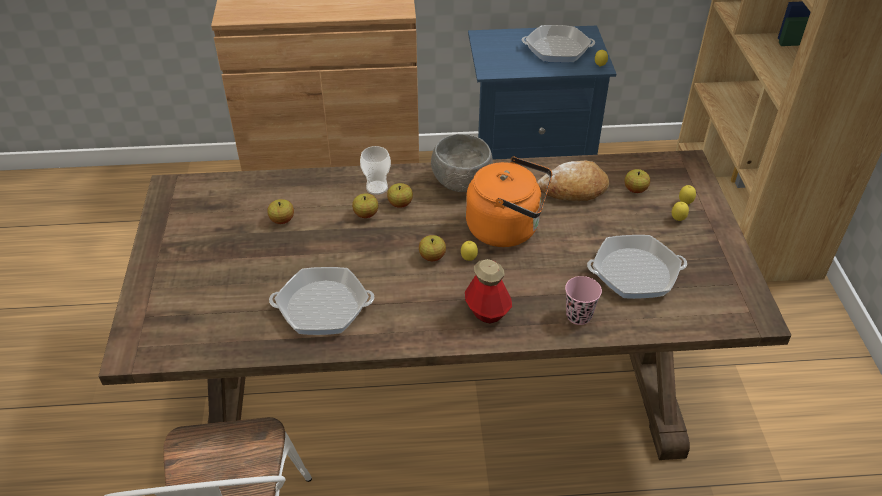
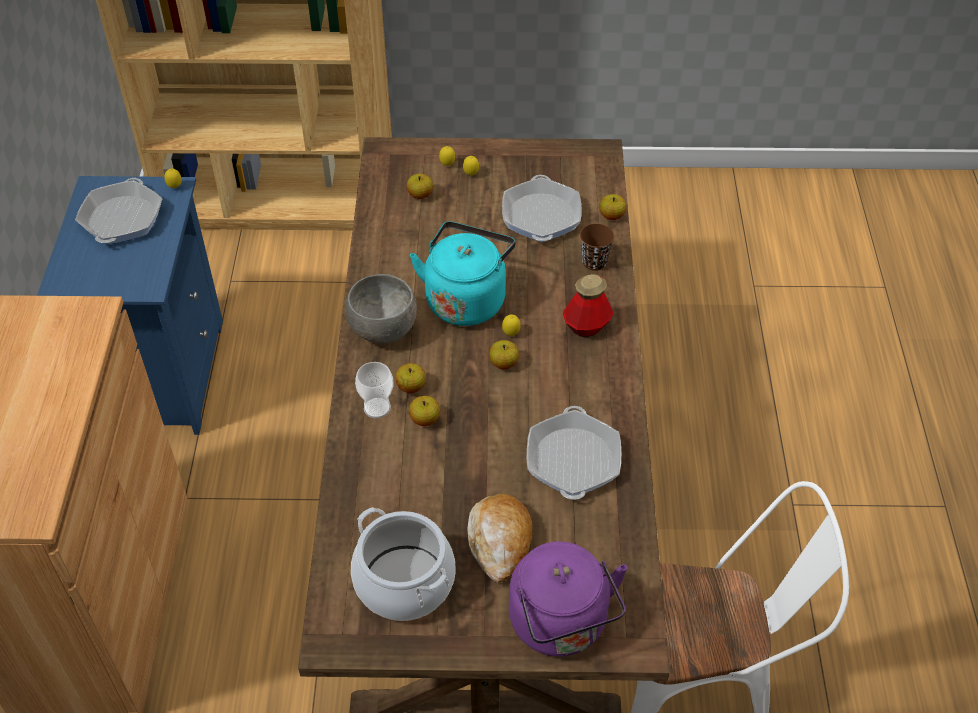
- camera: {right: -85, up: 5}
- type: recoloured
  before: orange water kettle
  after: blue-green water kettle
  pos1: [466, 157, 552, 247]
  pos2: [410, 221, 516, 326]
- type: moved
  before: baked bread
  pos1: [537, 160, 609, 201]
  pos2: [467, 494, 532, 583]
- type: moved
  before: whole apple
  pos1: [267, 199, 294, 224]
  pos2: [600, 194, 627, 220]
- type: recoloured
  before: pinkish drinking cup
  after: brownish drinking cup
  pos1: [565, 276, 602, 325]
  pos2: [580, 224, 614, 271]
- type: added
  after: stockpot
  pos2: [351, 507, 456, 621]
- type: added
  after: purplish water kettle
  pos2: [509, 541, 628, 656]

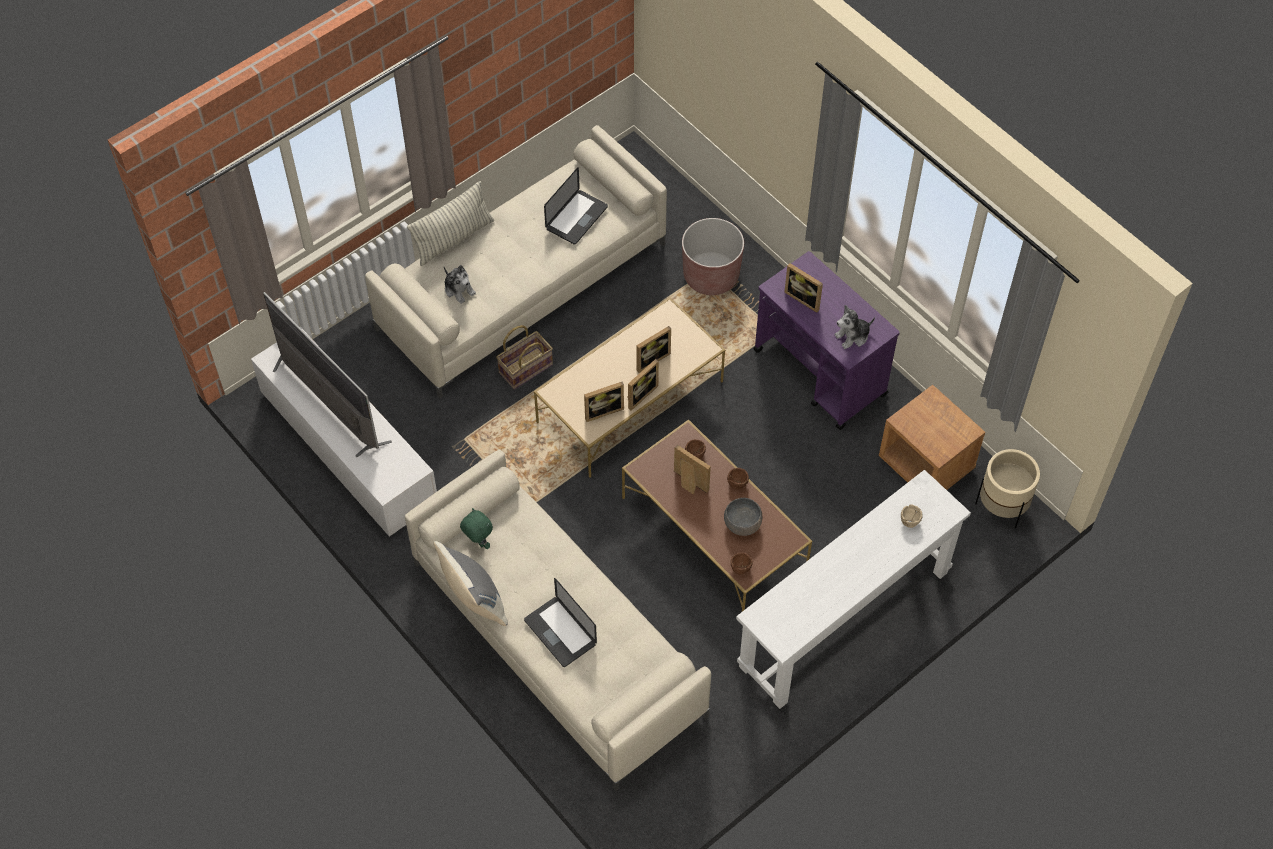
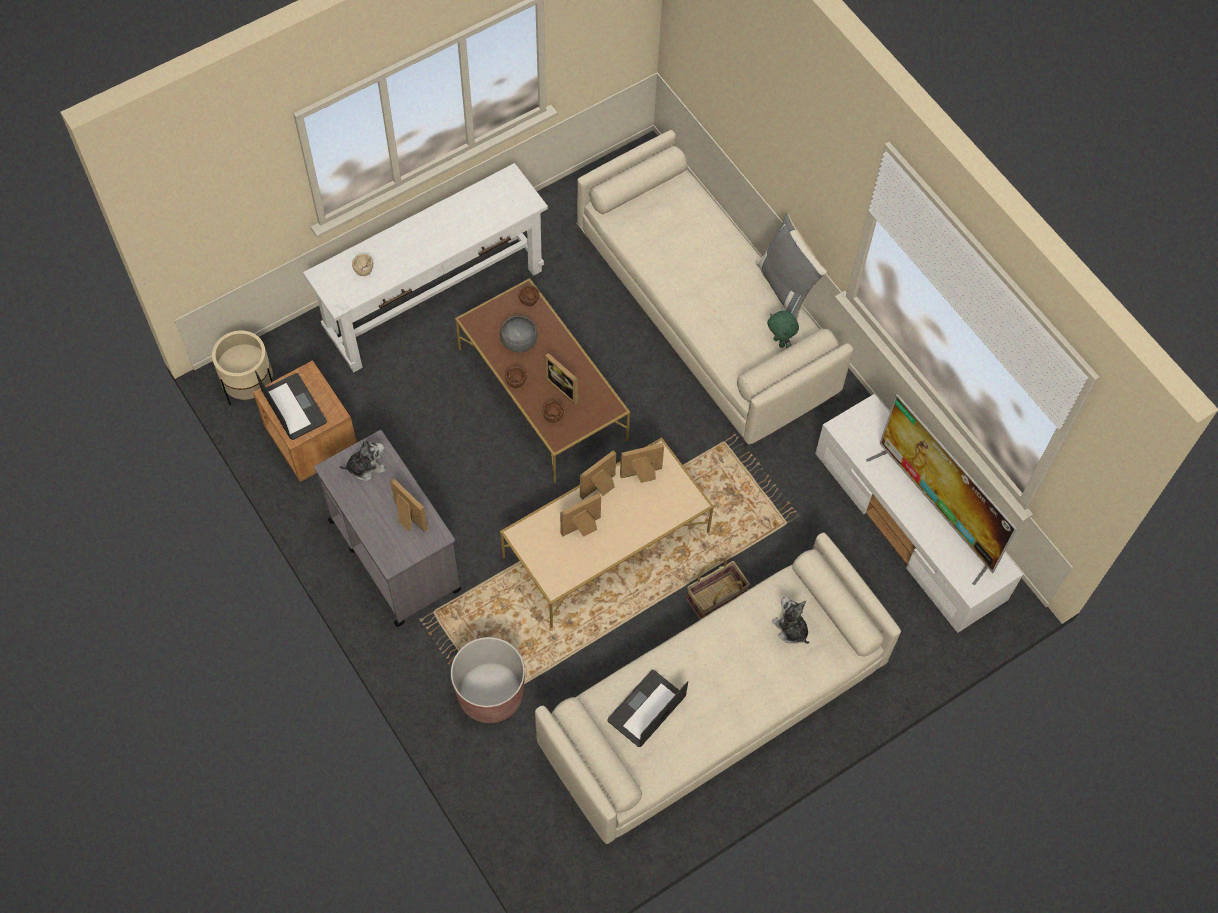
- camera: {right: -175, up: 5}
- type: removed
  before: pillow
  pos1: [407, 181, 494, 266]
- type: recoloured
  before: purplish trolley
  after: grey trolley
  pos1: [754, 251, 900, 430]
  pos2: [314, 430, 462, 627]
- type: moved
  before: notebook computer
  pos1: [524, 578, 597, 667]
  pos2: [255, 370, 327, 440]

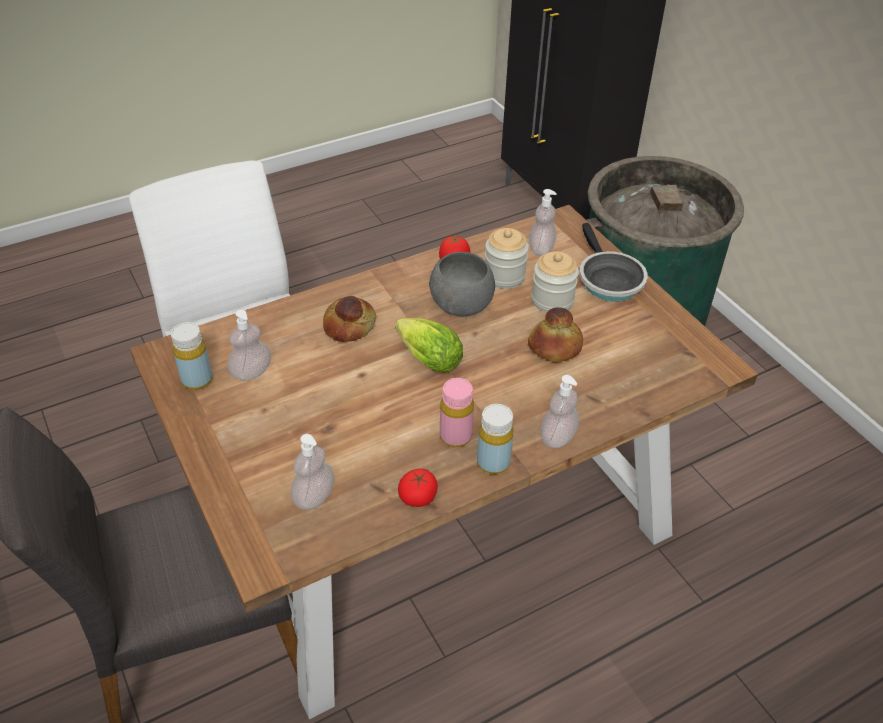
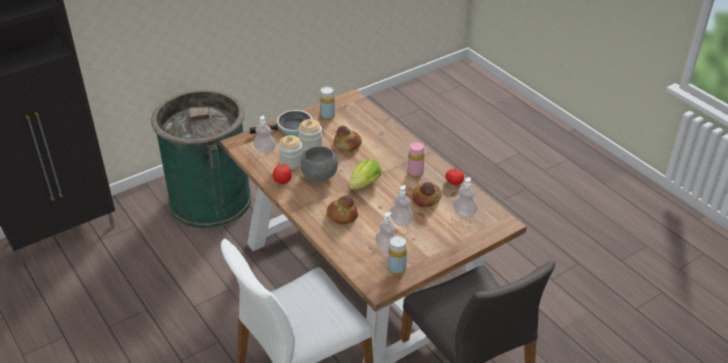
- camera: {right: -95, up: -5}
- type: moved
  before: soap bottle
  pos1: [540, 375, 579, 448]
  pos2: [390, 185, 414, 225]
- type: moved
  before: yellow-coloured drink bottle
  pos1: [477, 404, 513, 474]
  pos2: [320, 87, 335, 120]
- type: added
  after: baked bread
  pos2: [412, 182, 442, 207]

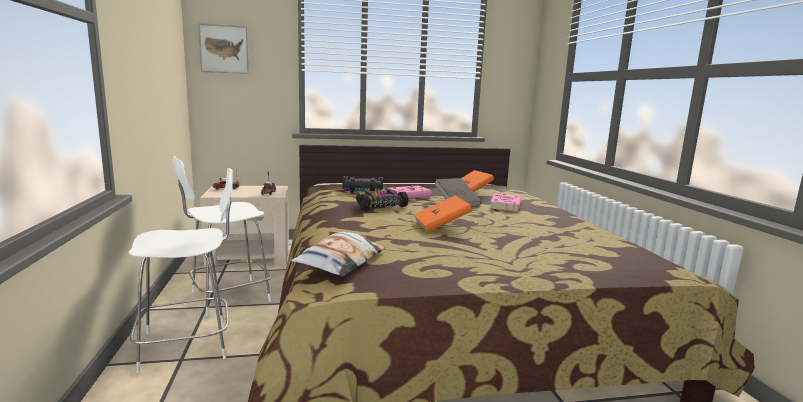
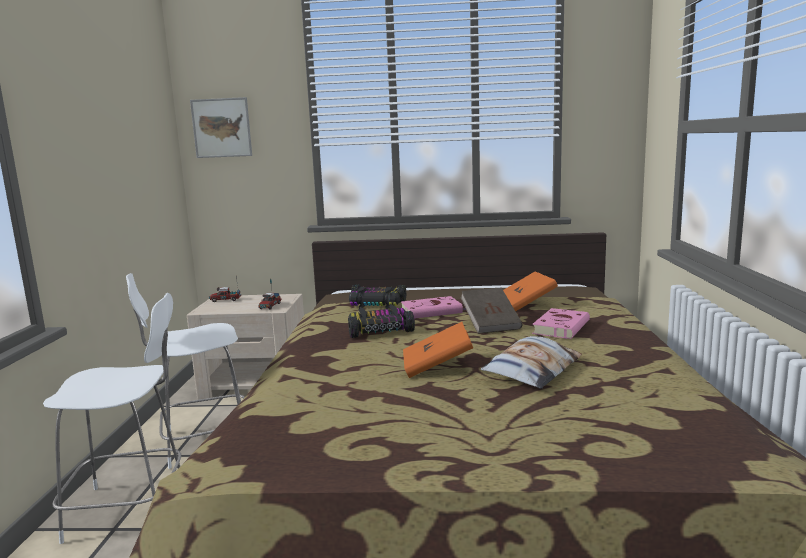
- camera: {right: 15, up: 0}
- type: moved
  before: pillow
  pos1: [291, 232, 386, 277]
  pos2: [481, 336, 582, 389]

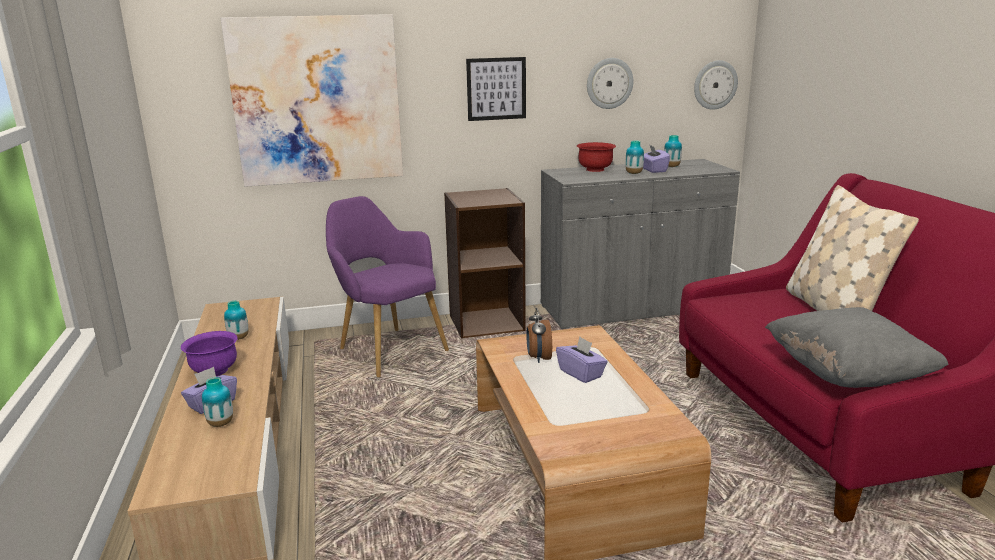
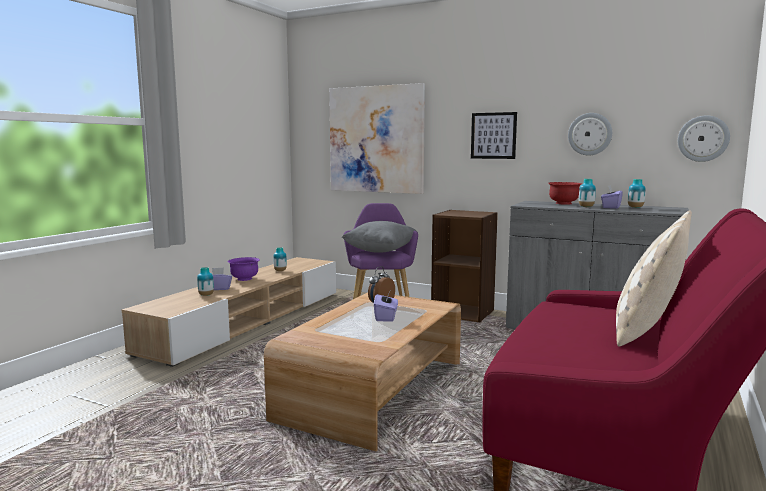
- camera: {right: 40, up: -10}
- type: moved
  before: grey pillow
  pos1: [765, 307, 949, 388]
  pos2: [342, 221, 418, 253]

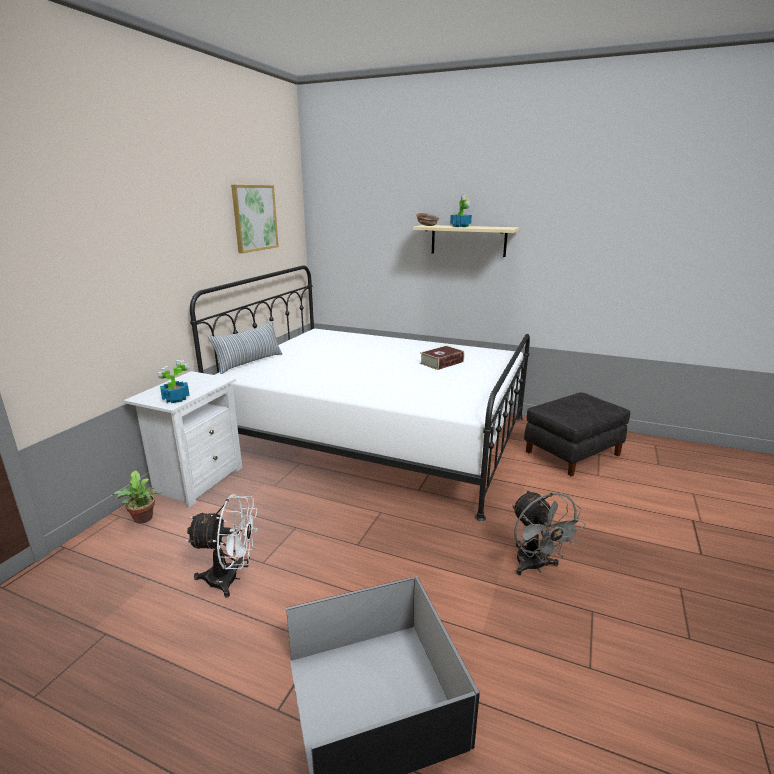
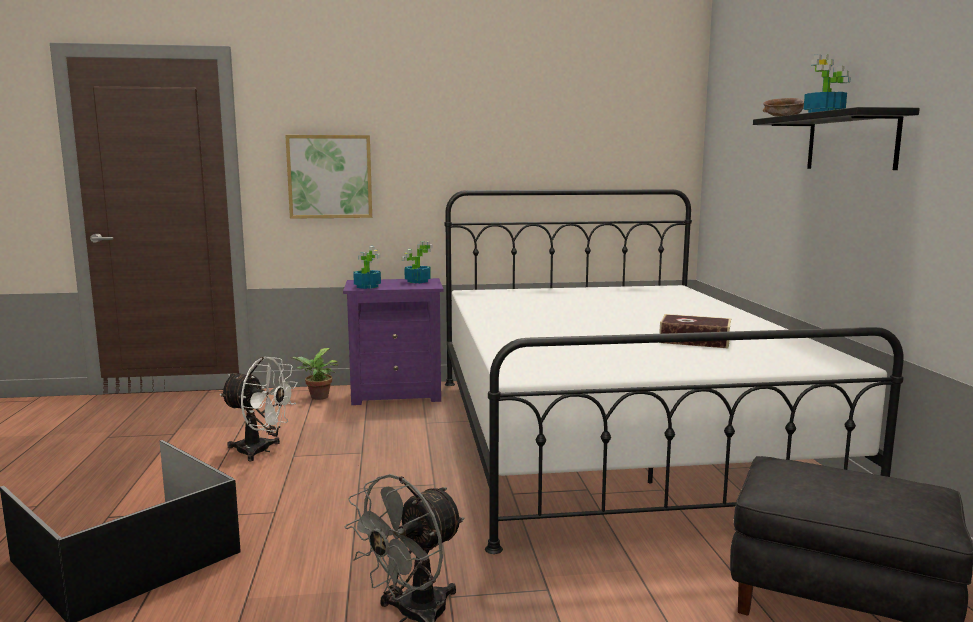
- camera: {right: 60, up: -10}
- type: moved
  before: wall art
  pos1: [231, 185, 279, 253]
  pos2: [285, 135, 372, 219]
- type: recoloured
  before: beige shelf
  after: black-coloured shelf
  pos1: [413, 225, 519, 257]
  pos2: [753, 107, 920, 170]
- type: removed
  before: pillow
  pos1: [208, 321, 282, 374]
- type: recoloured
  before: white night table
  after: purplish night table
  pos1: [123, 371, 242, 508]
  pos2: [343, 278, 443, 405]
- type: turned
  before: white fan
  pos1: [186, 494, 258, 598]
  pos2: [219, 357, 297, 461]
  turn: -45
- type: added
  after: plant in a pot
  pos2: [402, 241, 433, 283]

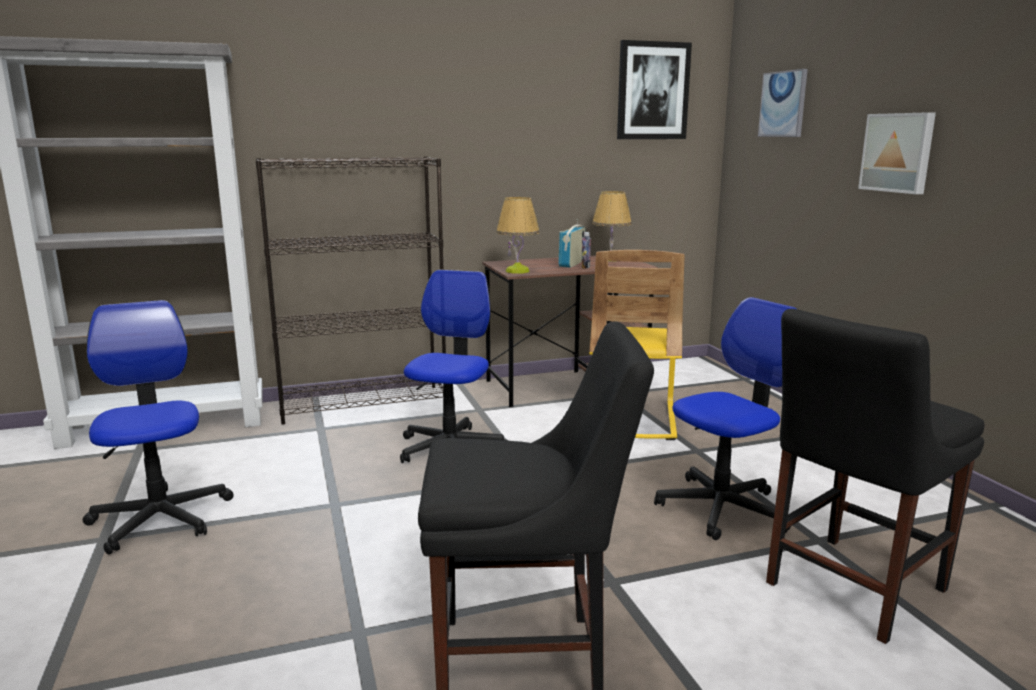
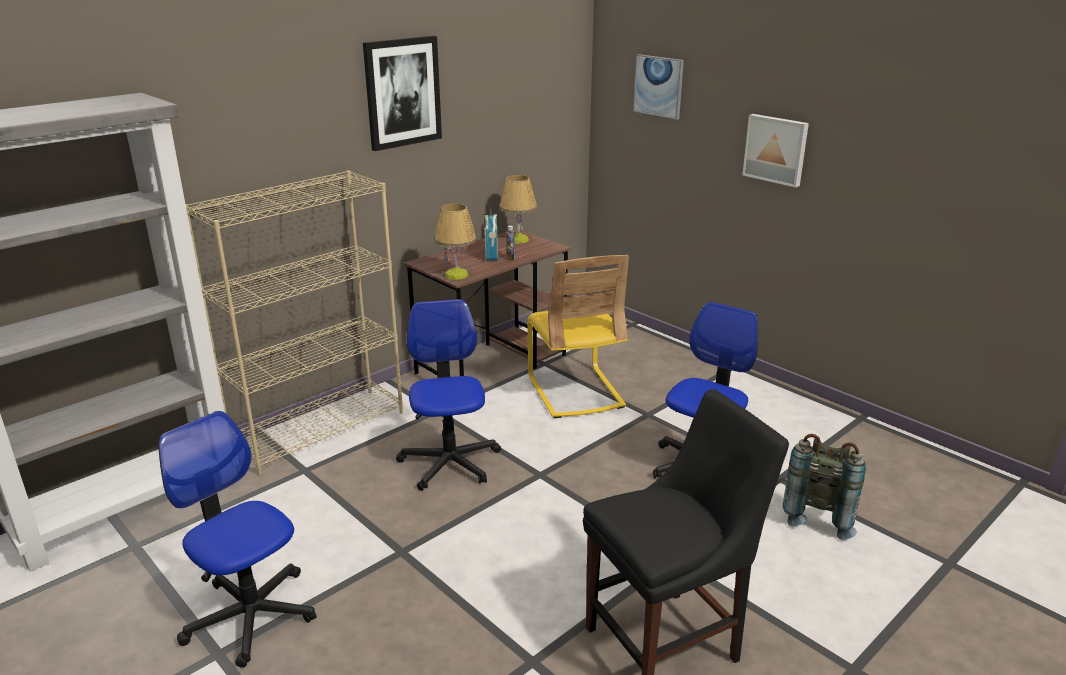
- camera: {right: -25, up: 10}
- type: moved
  before: wall art
  pos1: [617, 40, 692, 139]
  pos2: [363, 36, 442, 151]
- type: recoloured
  before: black-coloured bookshelf
  after: beige bookshelf
  pos1: [256, 156, 446, 425]
  pos2: [186, 170, 403, 475]
- type: replaced
  before: black-coloured chair
  after: grey rucksack
  pos1: [766, 309, 984, 644]
  pos2: [783, 434, 866, 540]

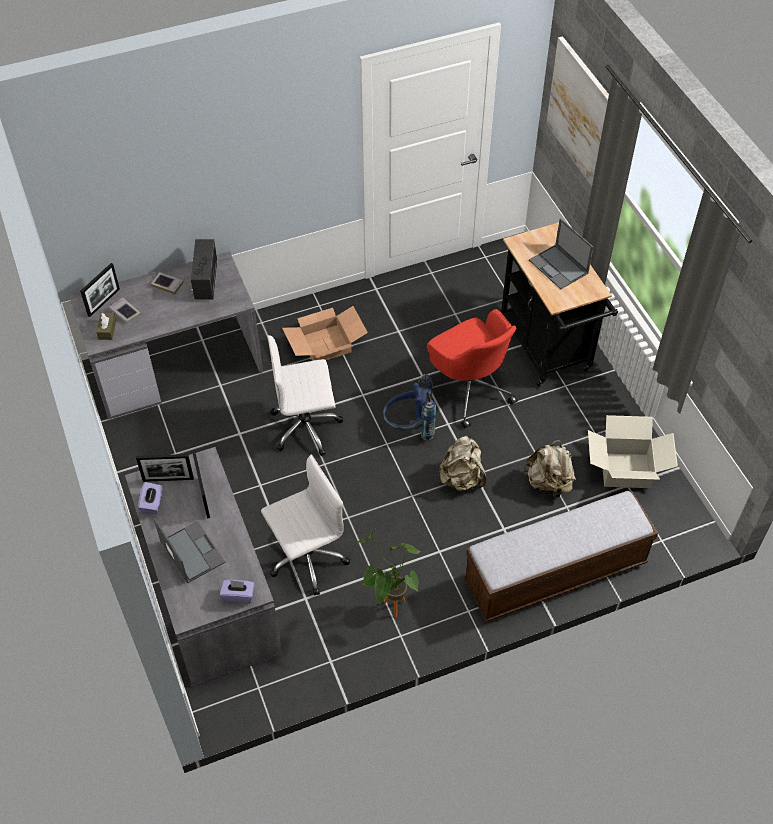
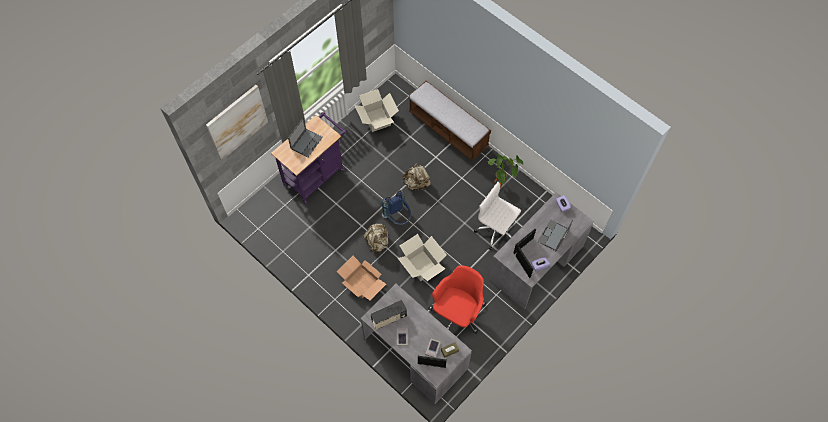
- camera: {right: -115, up: 10}
- type: recoloured
  before: black-coloured trolley
  after: purplish trolley
  pos1: [501, 222, 618, 387]
  pos2: [271, 112, 347, 204]
- type: moved
  before: red office chair
  pos1: [427, 309, 517, 428]
  pos2: [428, 265, 486, 334]
- type: replaced
  before: white office chair
  after: packing box
  pos1: [267, 335, 343, 456]
  pos2: [398, 234, 447, 281]
- type: moved
  before: beige rucksack
  pos1: [524, 440, 576, 497]
  pos2: [363, 224, 389, 255]

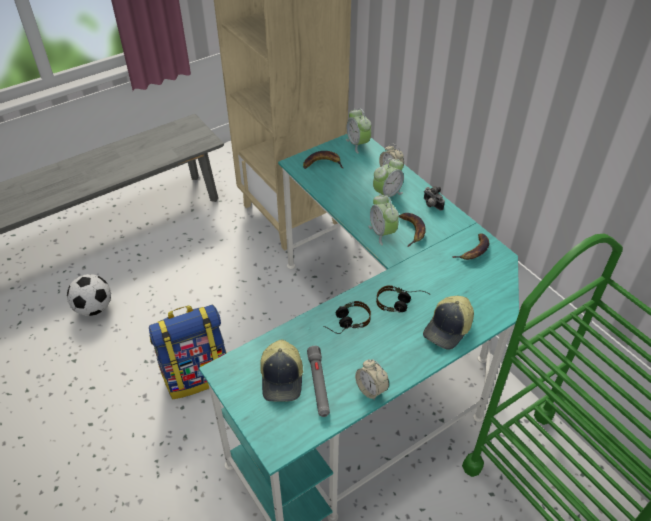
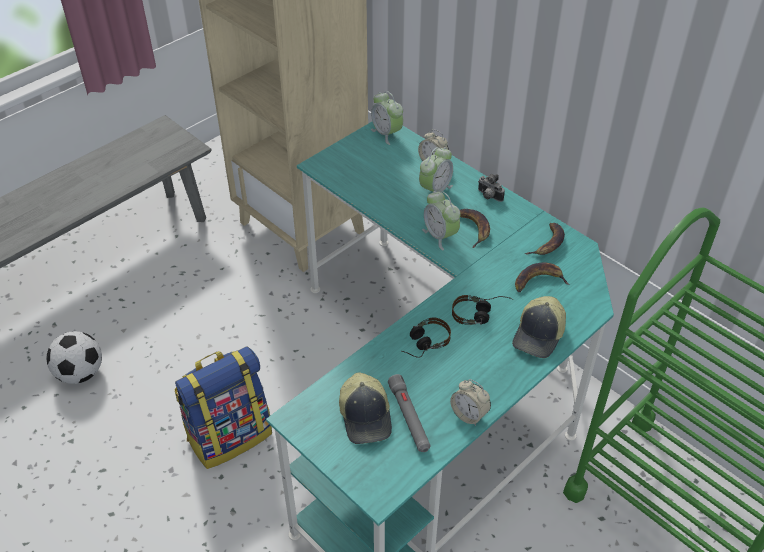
- camera: {right: -10, up: 0}
- type: moved
  before: banana
  pos1: [303, 151, 343, 169]
  pos2: [515, 262, 570, 292]

